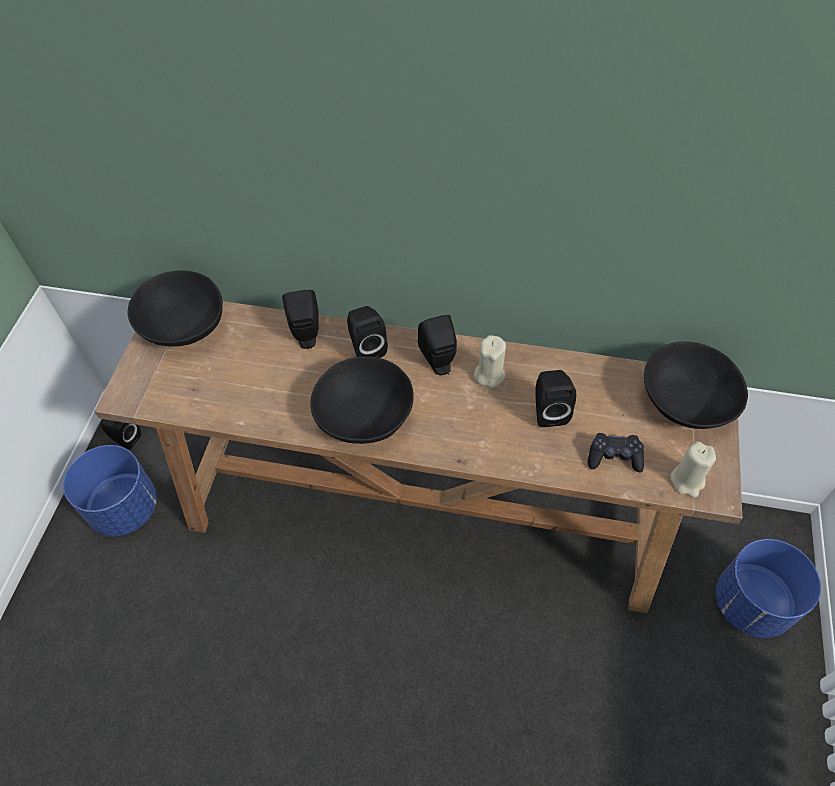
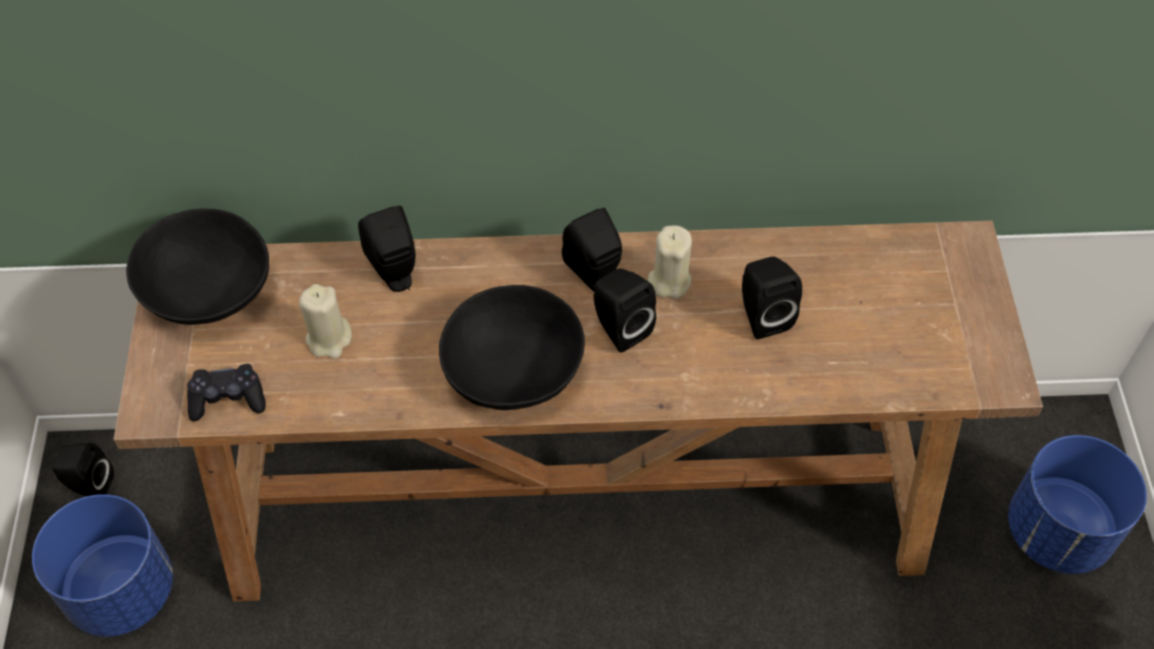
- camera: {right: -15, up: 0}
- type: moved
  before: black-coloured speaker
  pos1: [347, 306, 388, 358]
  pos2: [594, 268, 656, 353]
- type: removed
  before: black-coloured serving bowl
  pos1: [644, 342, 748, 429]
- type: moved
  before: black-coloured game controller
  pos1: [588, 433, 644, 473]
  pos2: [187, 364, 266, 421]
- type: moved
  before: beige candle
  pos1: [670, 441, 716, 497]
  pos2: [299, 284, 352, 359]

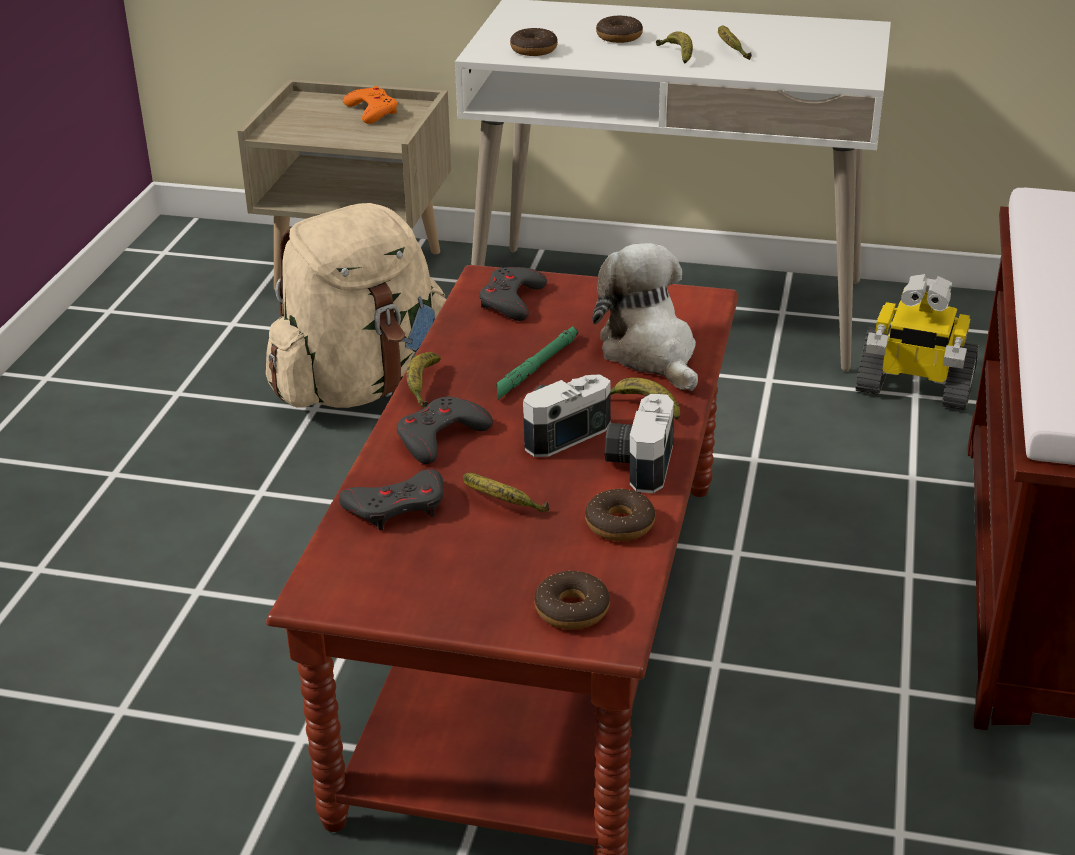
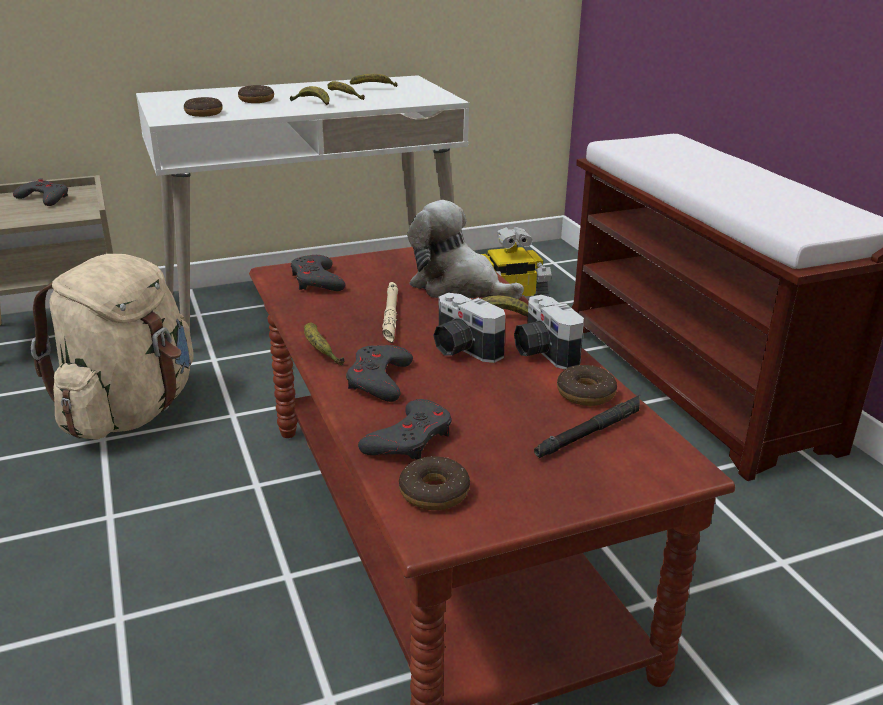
- camera: {right: -35, up: -5}
- type: recoloured
  before: orange game controller
  after: grey game controller
  pos1: [343, 86, 397, 124]
  pos2: [13, 178, 68, 206]
- type: recoloured
  before: greenish hand torch
  after: beige hand torch
  pos1: [496, 326, 578, 400]
  pos2: [382, 282, 398, 343]
- type: turned
  before: photo camera
  pos1: [523, 374, 611, 457]
  pos2: [433, 293, 505, 363]
  turn: -60
- type: moved
  before: banana
  pos1: [463, 473, 549, 512]
  pos2: [350, 74, 397, 87]
- type: moved
  before: ring doughnut
  pos1: [534, 571, 610, 630]
  pos2: [399, 456, 470, 510]
- type: added
  after: black-coloured hand torch
  pos2: [534, 395, 640, 458]

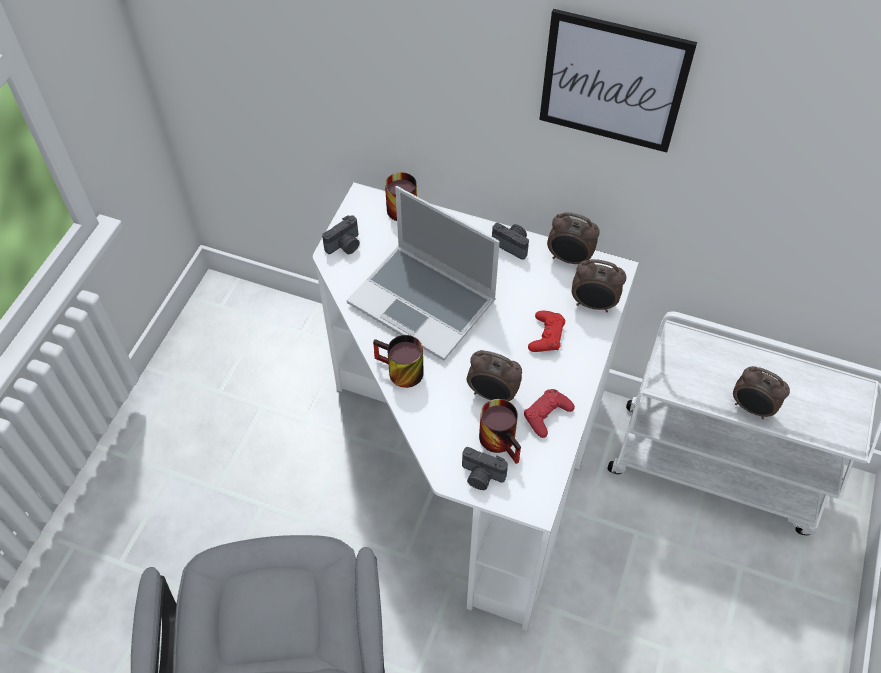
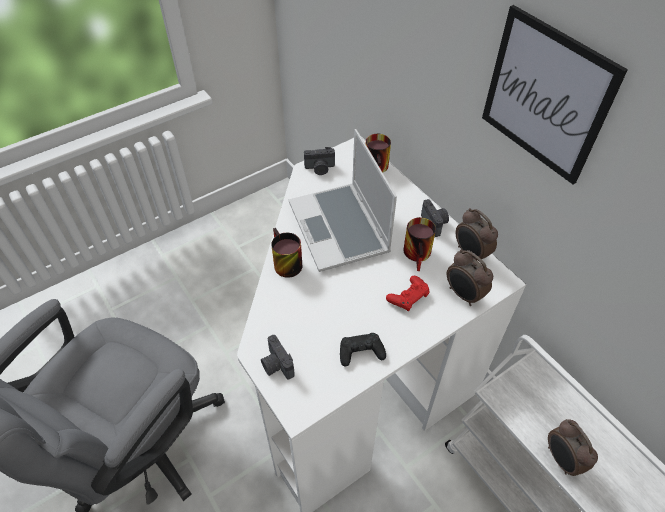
- camera: {right: 35, up: -5}
- type: removed
  before: alarm clock
  pos1: [467, 350, 522, 401]
- type: recoloured
  before: red game controller
  after: black-coloured game controller
  pos1: [524, 389, 575, 438]
  pos2: [340, 333, 386, 367]
- type: moved
  before: coffee mug
  pos1: [479, 399, 521, 464]
  pos2: [404, 217, 436, 271]

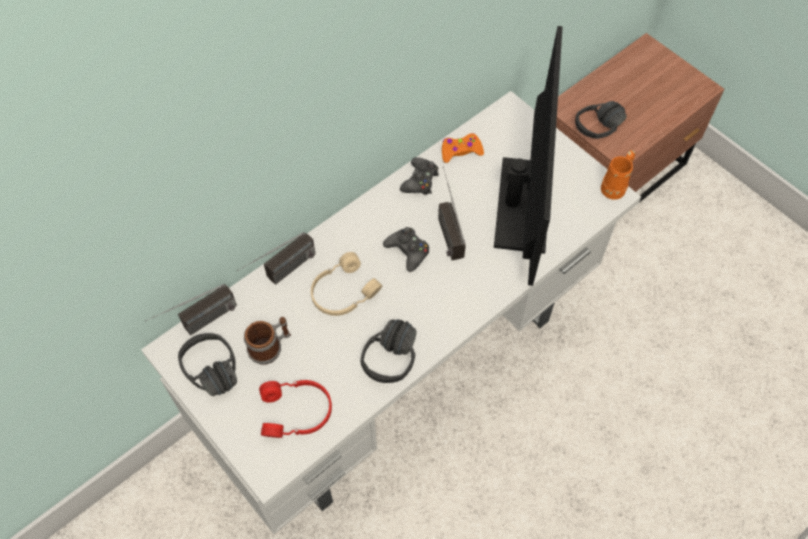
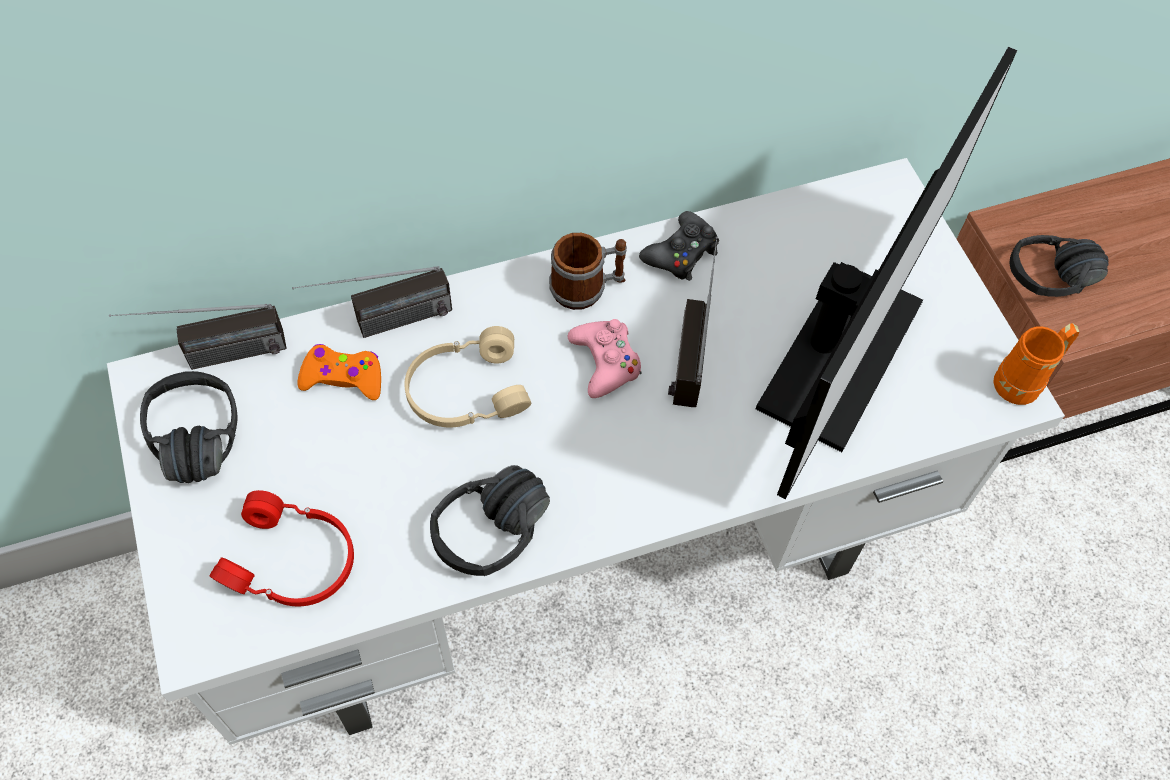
- camera: {right: 20, up: 0}
- type: moved
  before: orange game controller
  pos1: [442, 133, 484, 163]
  pos2: [297, 344, 381, 400]
- type: recoloured
  before: black-coloured game controller
  after: pinkish game controller
  pos1: [383, 227, 429, 272]
  pos2: [568, 319, 642, 398]
- type: moved
  before: coffee mug
  pos1: [244, 317, 291, 365]
  pos2: [549, 233, 627, 310]

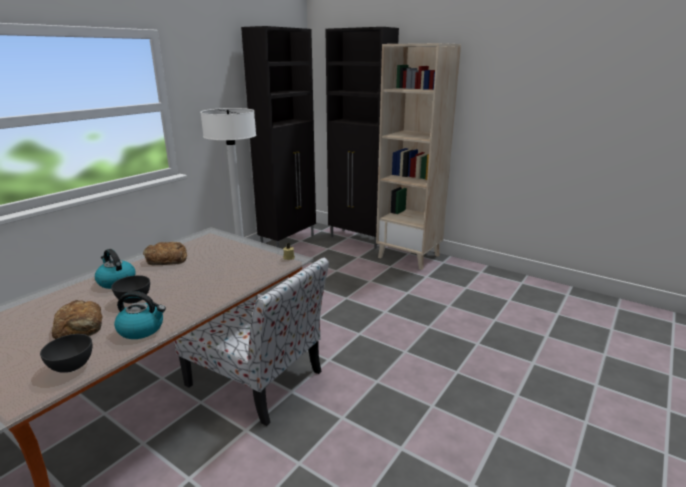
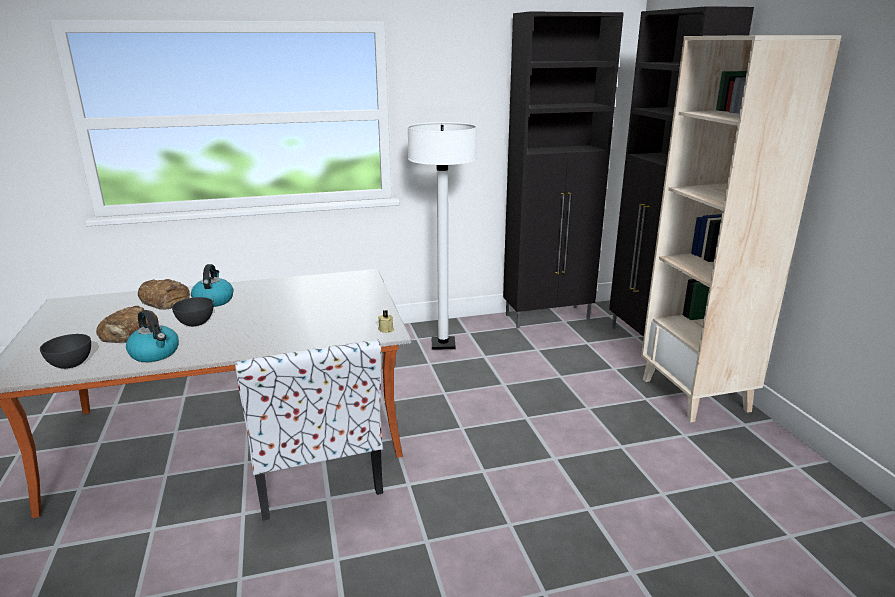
- camera: {right: 40, up: 0}
- type: moved
  before: baked bread
  pos1: [143, 242, 187, 265]
  pos2: [138, 279, 190, 310]

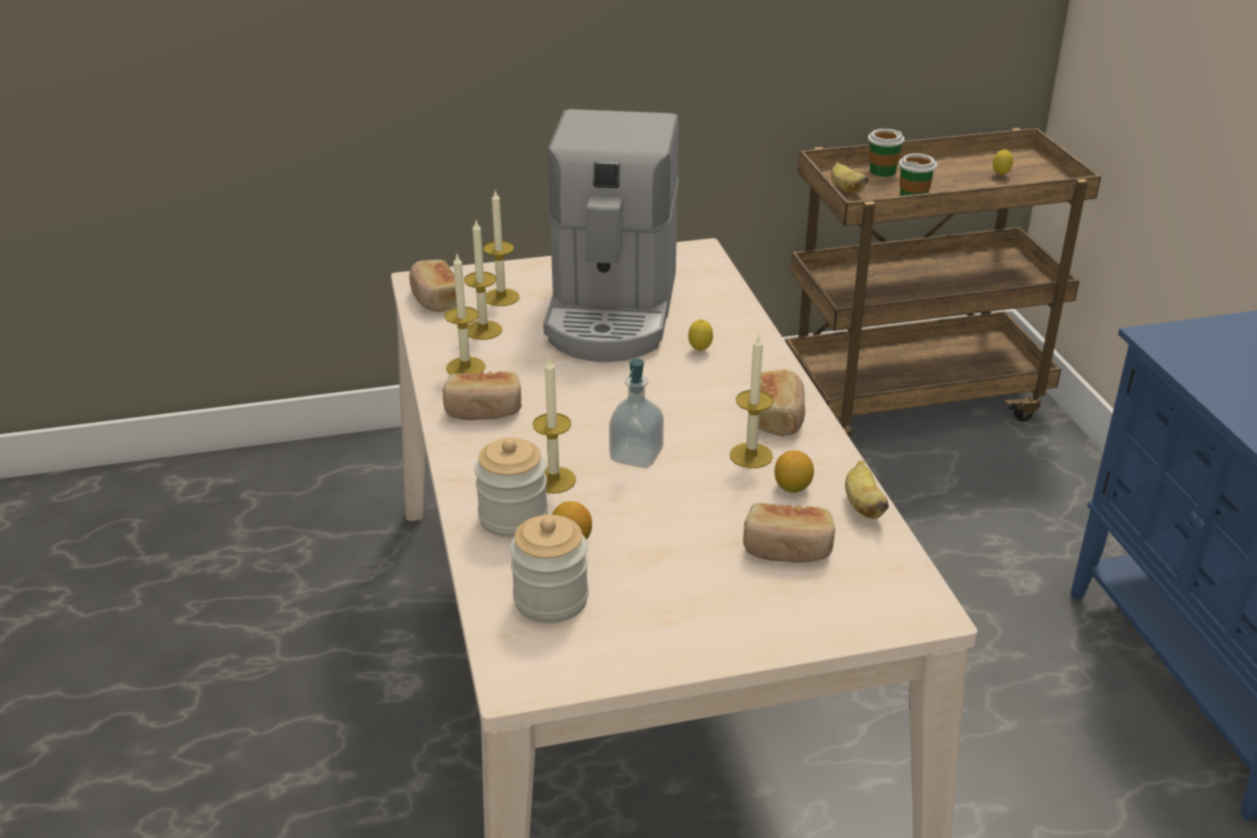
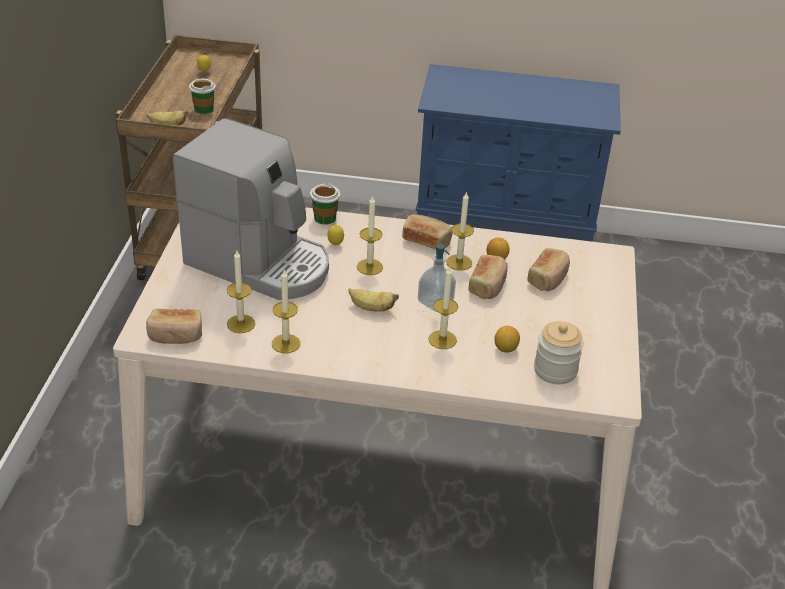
- camera: {right: -70, up: 5}
- type: moved
  before: drinking cup
  pos1: [868, 129, 905, 177]
  pos2: [310, 183, 340, 225]
- type: moved
  before: candle
  pos1: [483, 189, 519, 306]
  pos2: [357, 195, 383, 275]
- type: moved
  before: baked bread
  pos1: [442, 371, 522, 420]
  pos2: [468, 255, 507, 299]
- type: removed
  before: storage jar
  pos1: [475, 438, 548, 538]
- type: moved
  before: banana
  pos1: [845, 461, 889, 519]
  pos2: [349, 289, 399, 312]

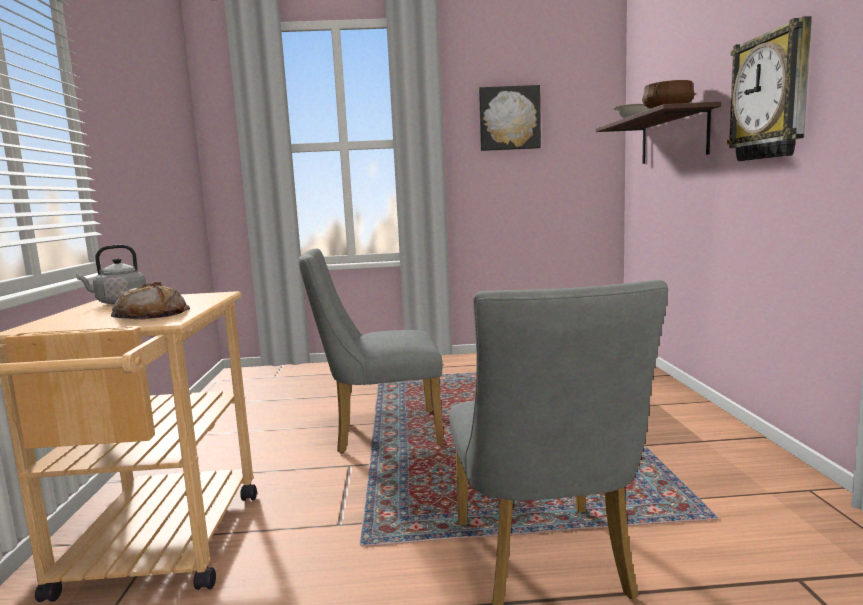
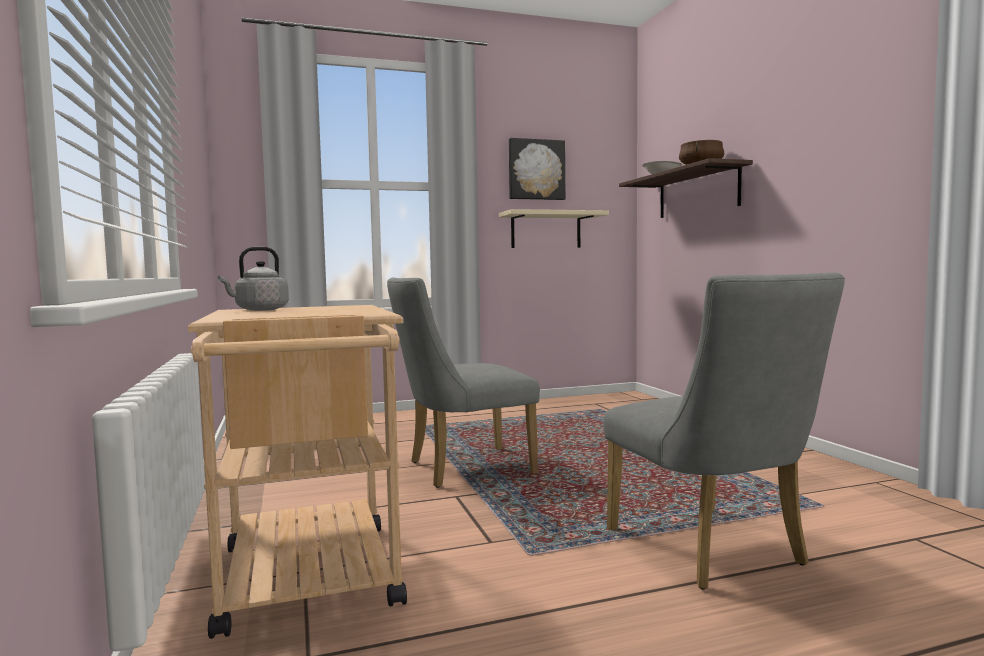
- camera: {right: -15, up: -5}
- type: removed
  before: wall clock
  pos1: [727, 16, 812, 161]
- type: removed
  before: baked bread
  pos1: [111, 282, 190, 320]
- type: added
  after: beige shelf
  pos2: [499, 209, 609, 248]

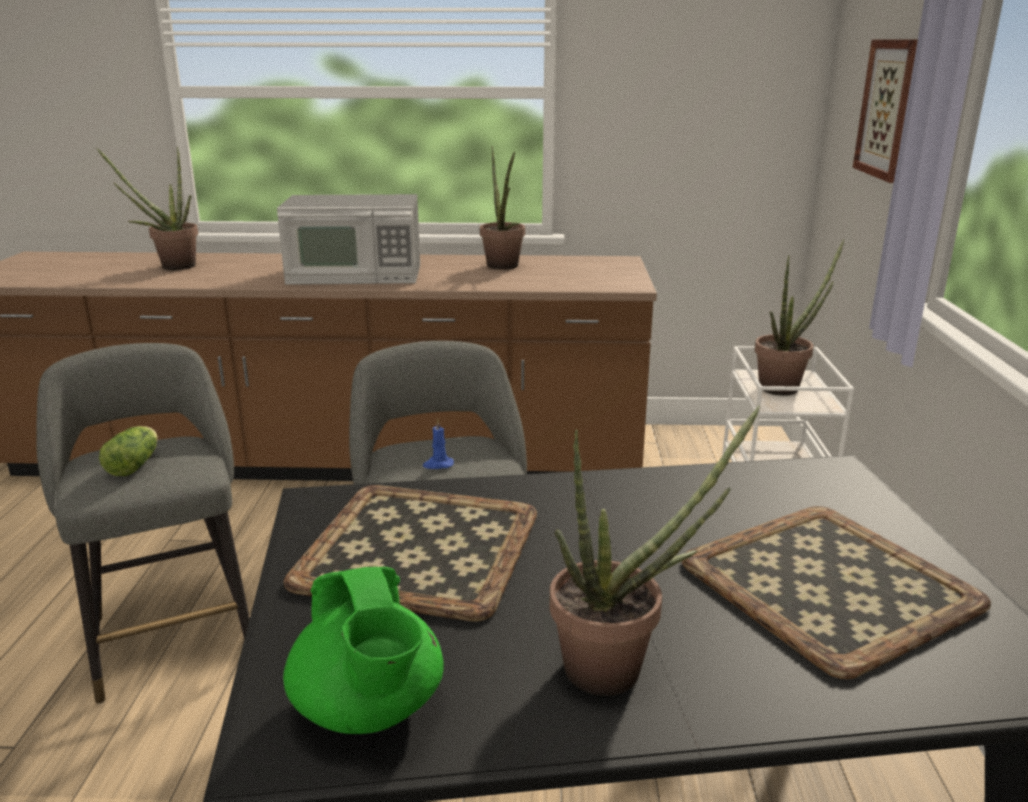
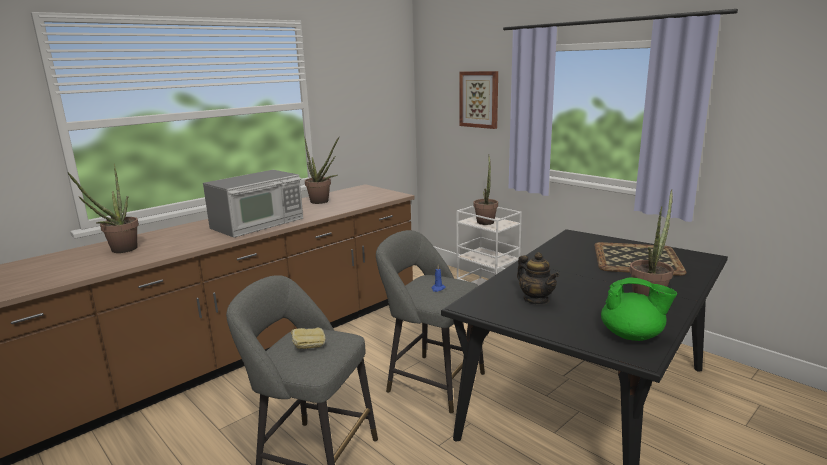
- camera: {right: -45, up: -5}
- type: replaced
  before: lettuce
  after: baked bread
  pos1: [99, 426, 158, 476]
  pos2: [291, 328, 326, 349]
- type: replaced
  before: carrying tray
  after: teapot
  pos1: [283, 485, 537, 621]
  pos2: [517, 252, 559, 305]

